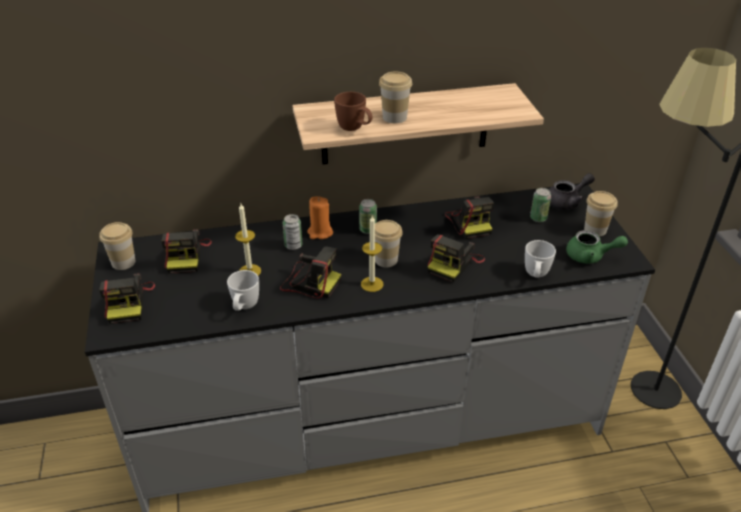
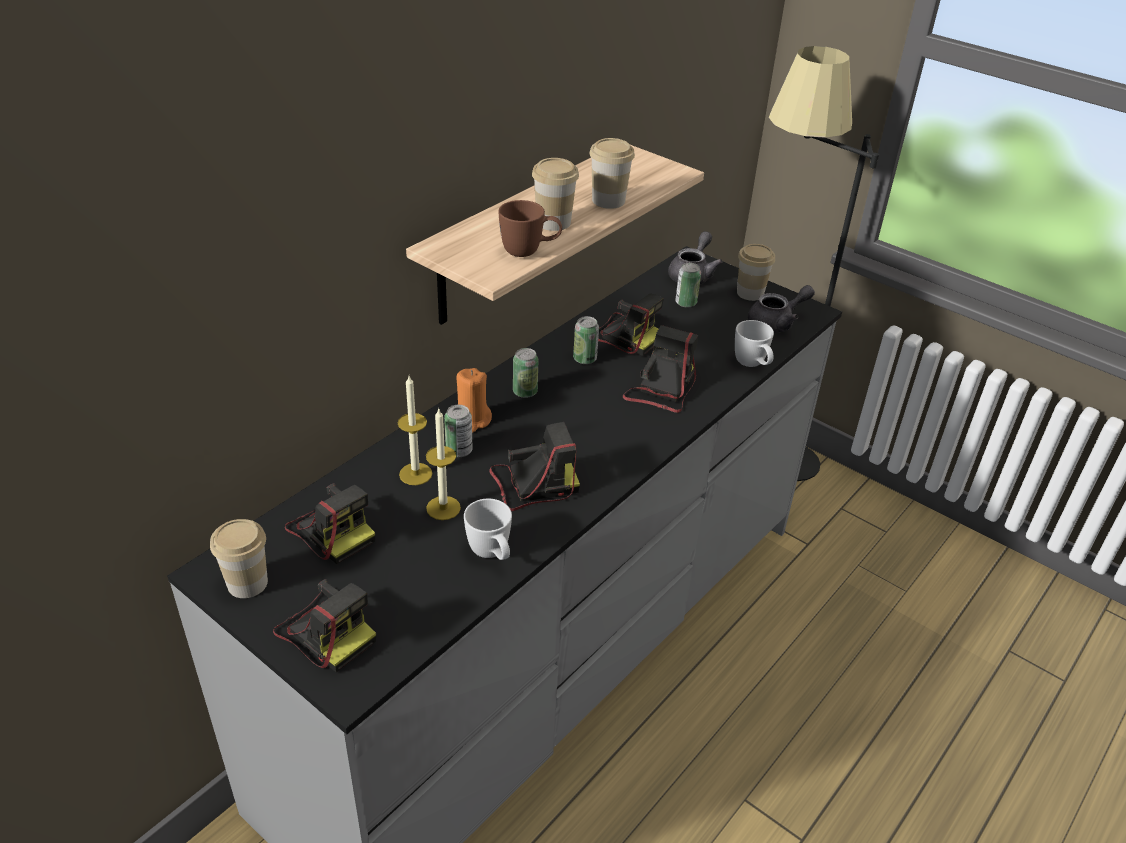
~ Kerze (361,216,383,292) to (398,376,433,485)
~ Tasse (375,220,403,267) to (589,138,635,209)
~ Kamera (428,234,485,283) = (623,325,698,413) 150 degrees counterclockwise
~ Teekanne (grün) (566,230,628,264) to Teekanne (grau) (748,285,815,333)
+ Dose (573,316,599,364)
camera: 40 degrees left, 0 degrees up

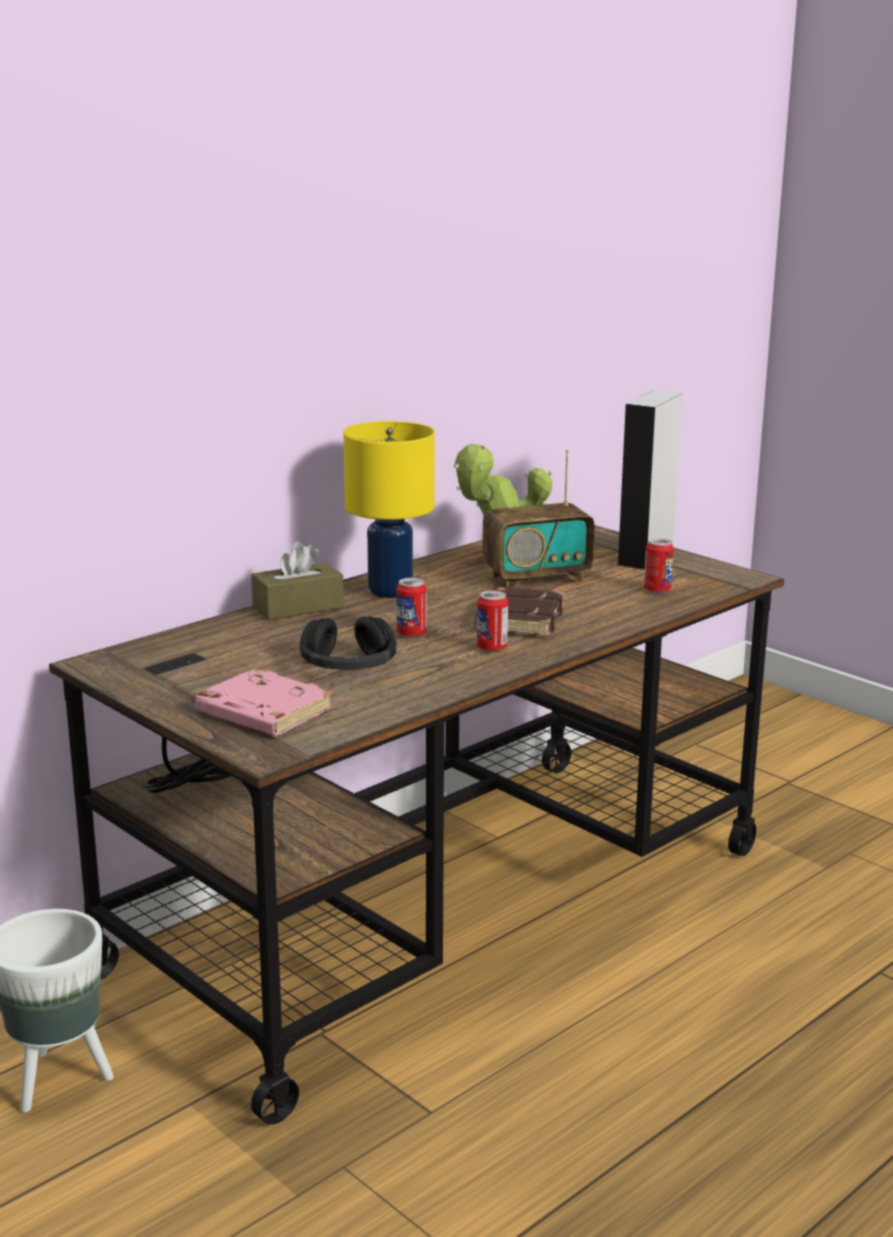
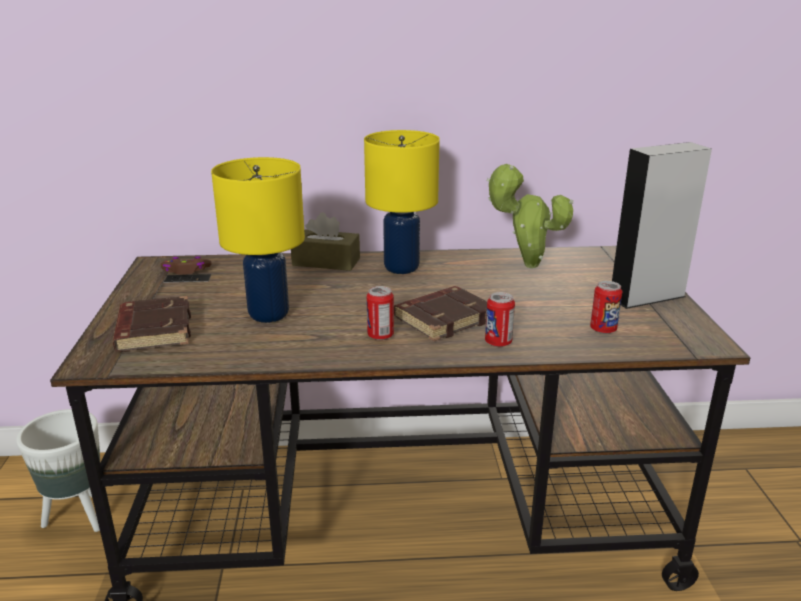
~ Buch (rosa) (195,668,333,736) to Buch (braun) (113,296,191,351)
~ Kopfhörer (schwarz) (300,616,397,670) to Tischlampe (gelb) (211,157,305,323)
~ Dose (397,578,426,638) to (485,292,515,347)
- Radio (482,450,595,587)
+ Gamepad (braun) (161,256,211,275)
camera: 40 degrees right, 5 degrees up

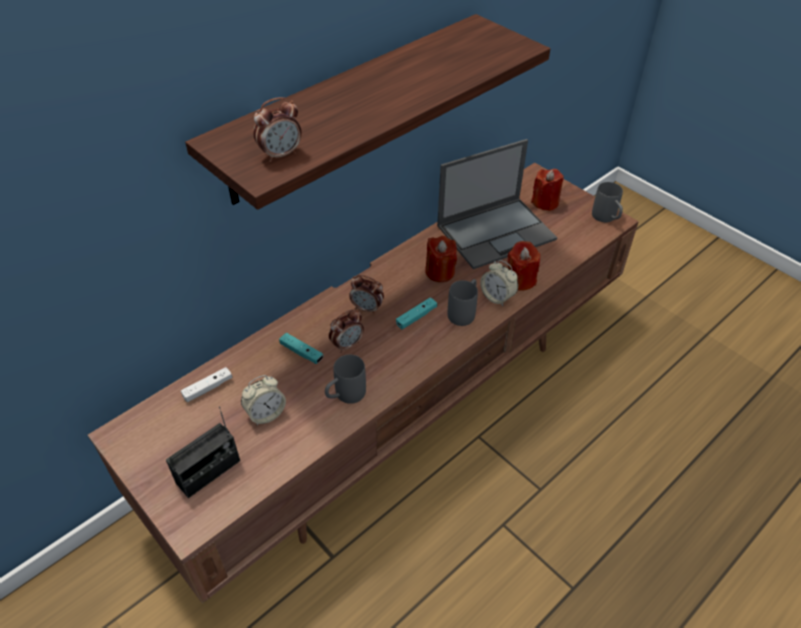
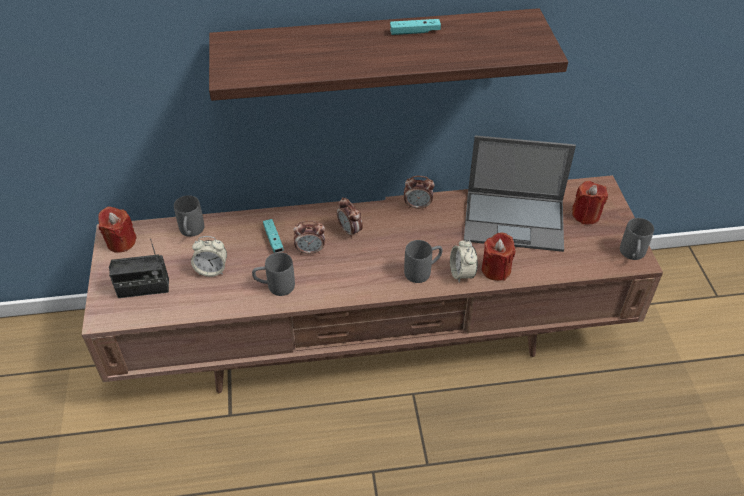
~ Gamepad (weiß) (181,367,232,402) to Henkelbecher (grau) (174,195,204,237)
~ Wecker (253,97,302,162) to (404,176,434,209)
~ Gamepad (türkis) (396,297,437,329) to (390,19,441,35)
~ Kerze (rot) (425,236,457,282) to (98,206,137,253)
camera: 35 degrees right, 0 degrees up

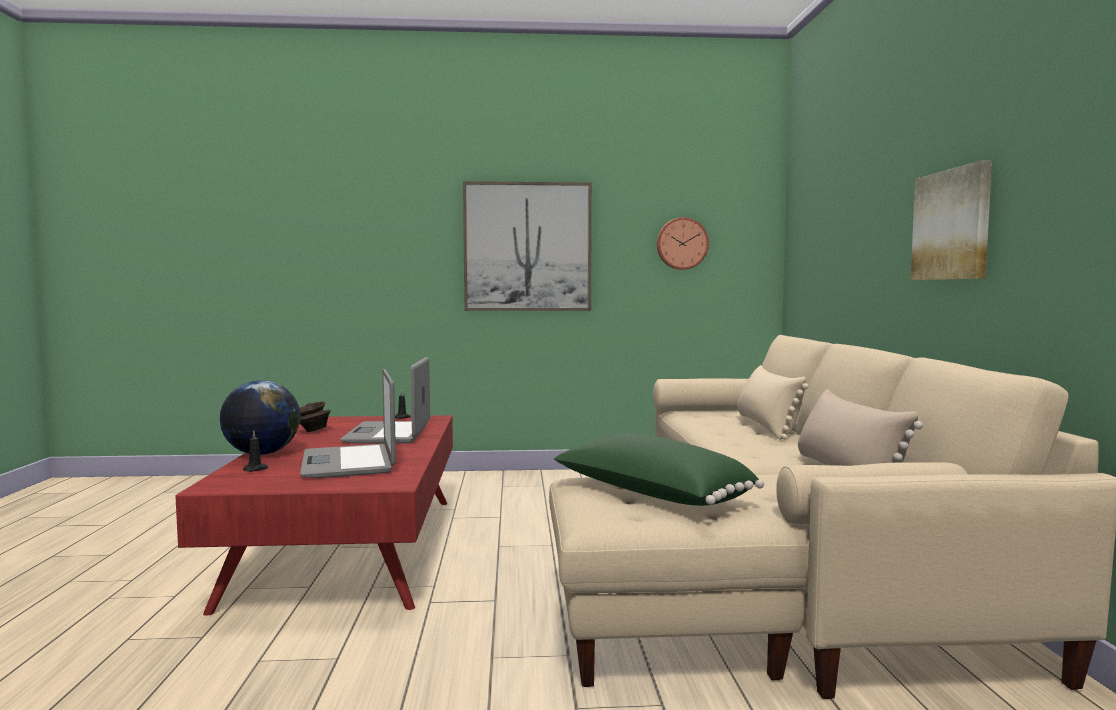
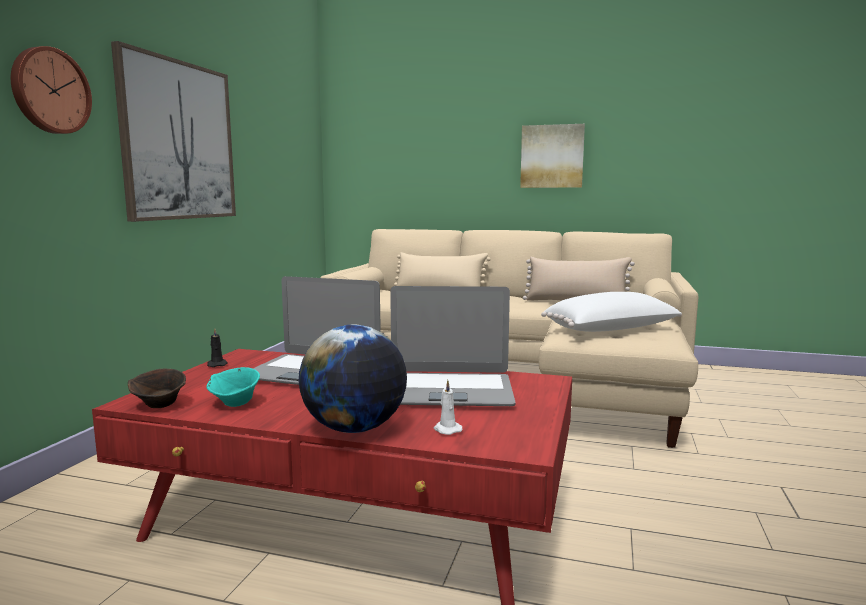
~ Kerze (schwarz) (243,430,268,472) to Kerze (weiß) (434,380,462,435)
~ Schüssel (braun) (300,410,331,432) to Schüssel (türkis) (207,367,260,407)
~ Kissen (grün) (554,433,764,506) to Kissen (weiß) (541,292,682,332)
~ Wanduhr (657,217,709,270) to (11,46,92,134)
camera: 70 degrees left, 5 degrees up

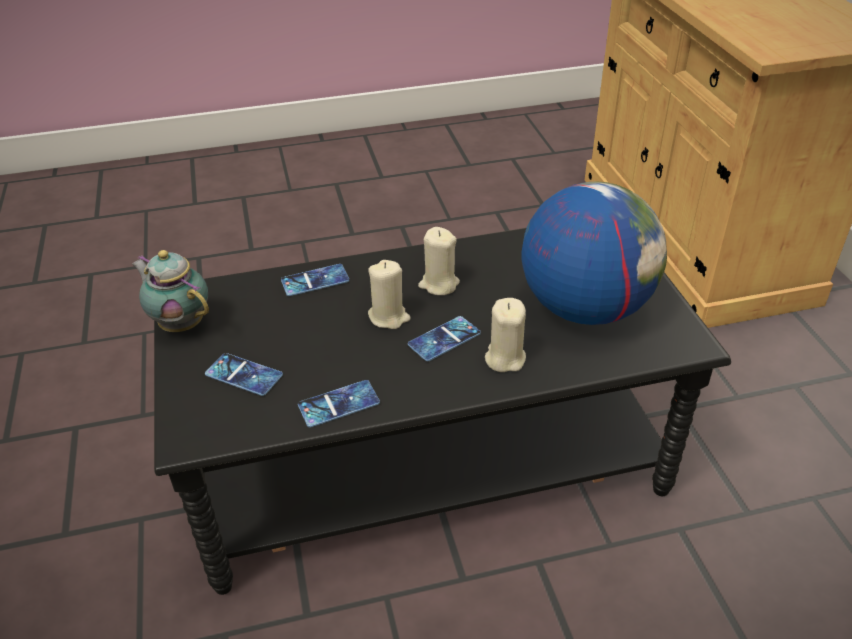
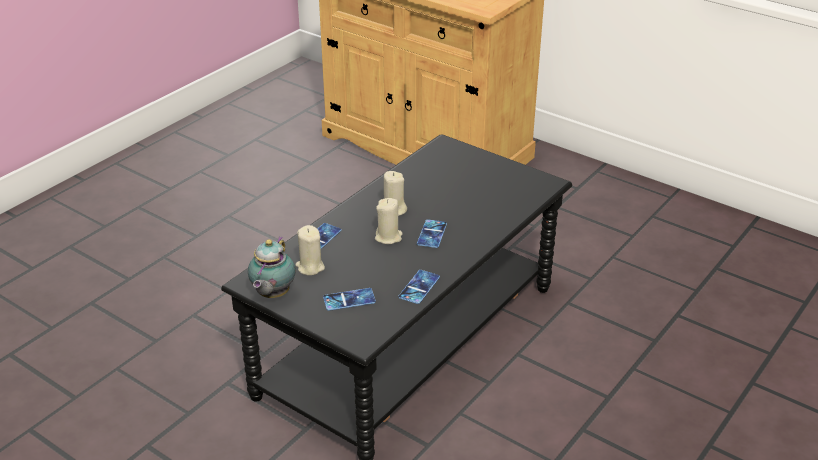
~ Teekanne (132,250,209,332) = (248,237,296,298) 75 degrees counterclockwise
~ Kerze (beige) (485,298,526,372) to (295,225,325,275)
- Globus (521,181,667,325)
camera: 40 degrees left, 5 degrees down

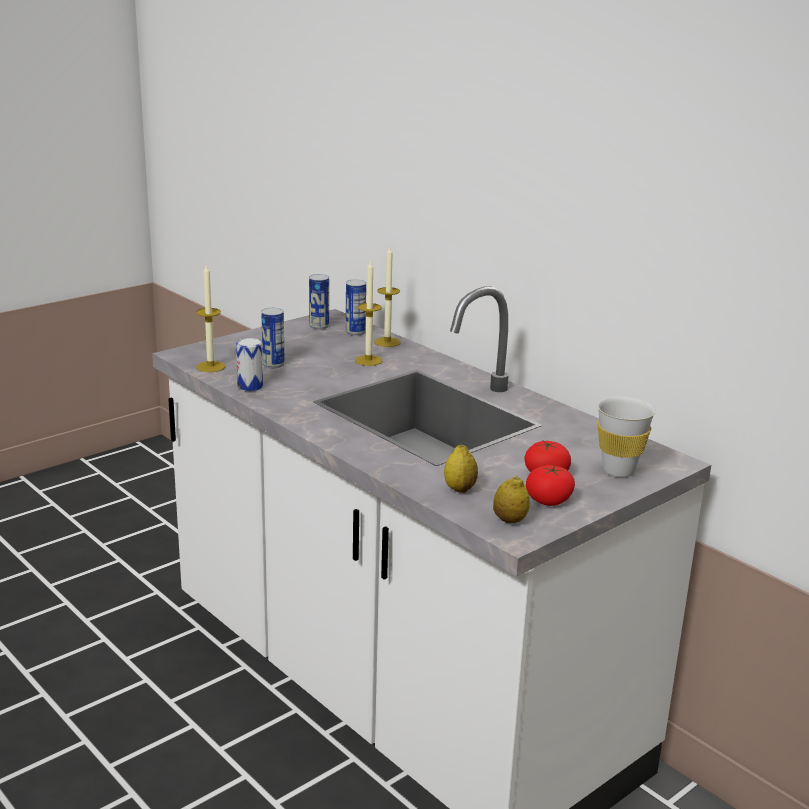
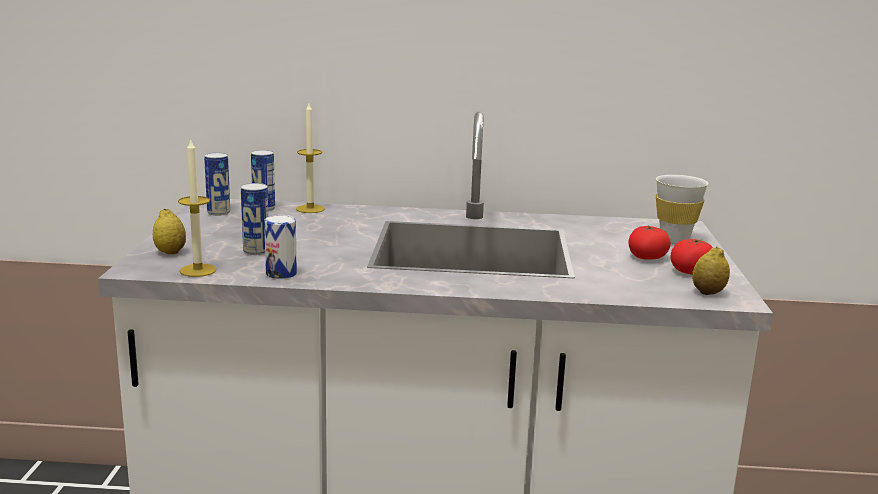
- Kerze (355,260,383,366)
~ Zitrone (444,445,478,493) to (153,209,186,254)
camera: 45 degrees left, 5 degrees down

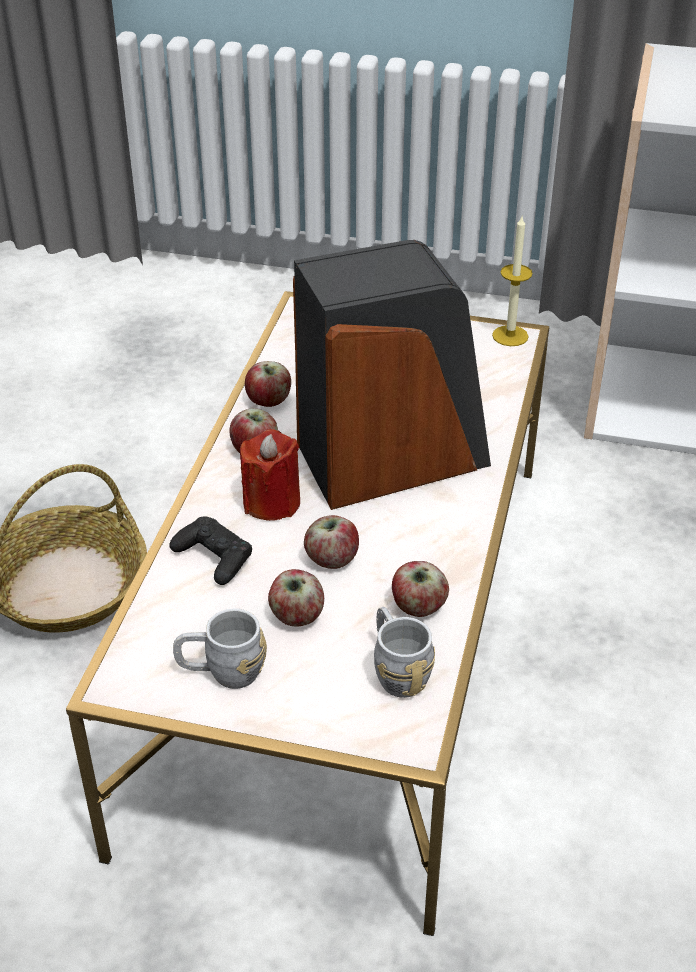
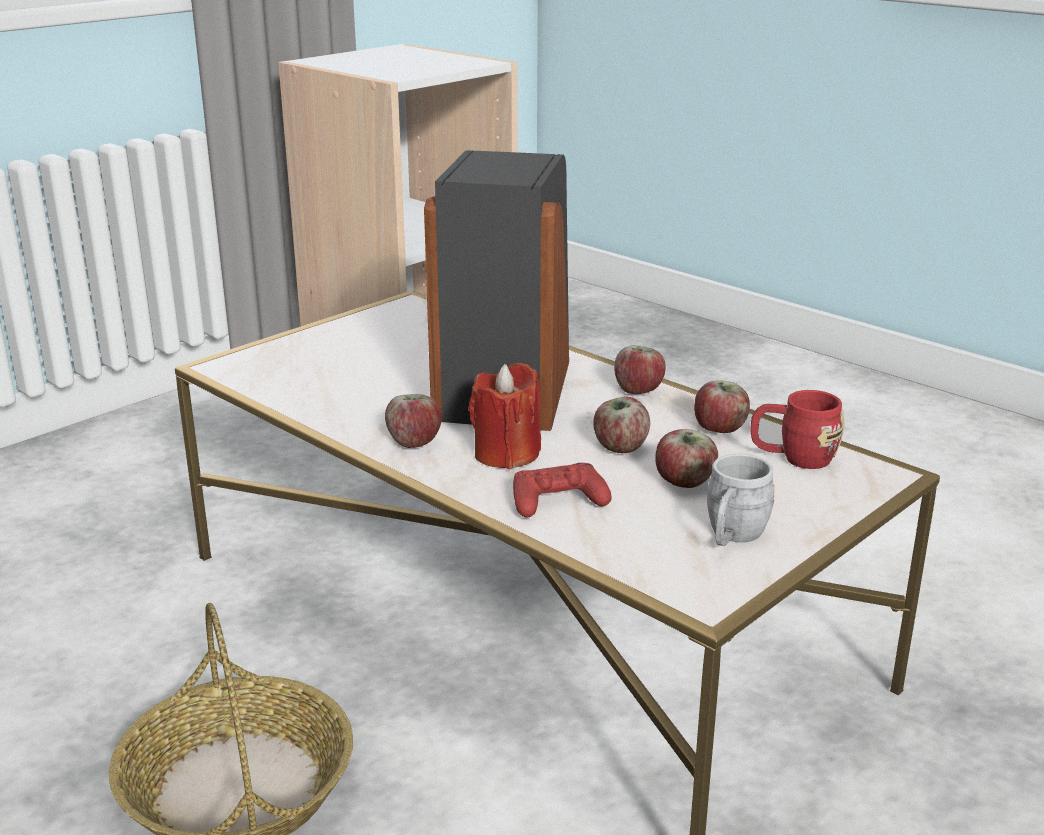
~ Gamepad (schwarz) (169,516,252,585) to Gamepad (rot) (513,463,611,518)
~ Apfel (245,361,291,407) to (614,345,666,394)
~ Henkelbecher (grau) (374,607,435,698) to Henkelbecher (rot) (750,390,845,469)
- Kerze (492,216,533,346)
camera: 60 degrees left, 15 degrees down

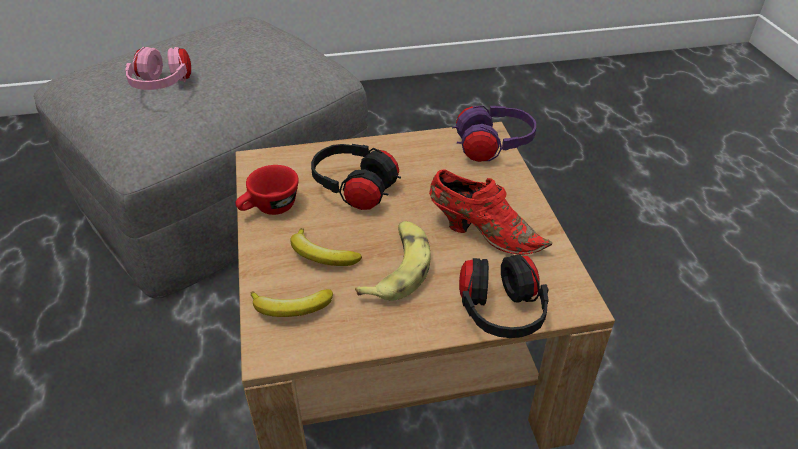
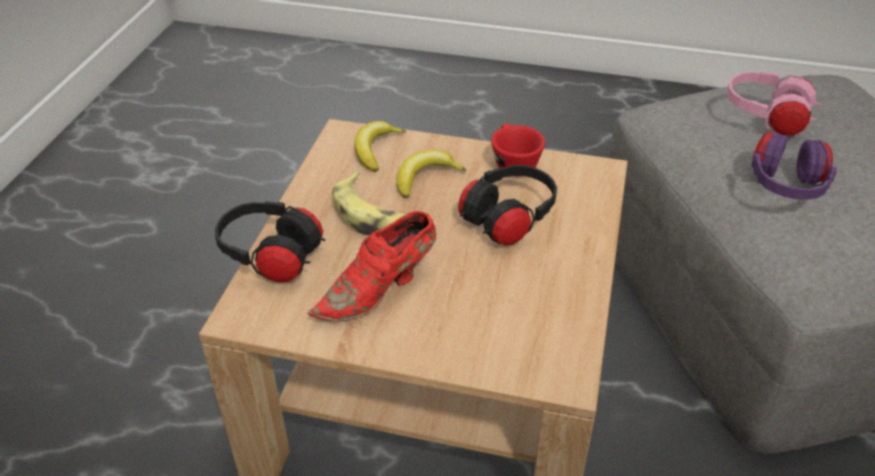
~ Kopfhörer (lila) (452,106,536,162) to (751,132,837,200)
camera: 115 degrees right, 0 degrees up

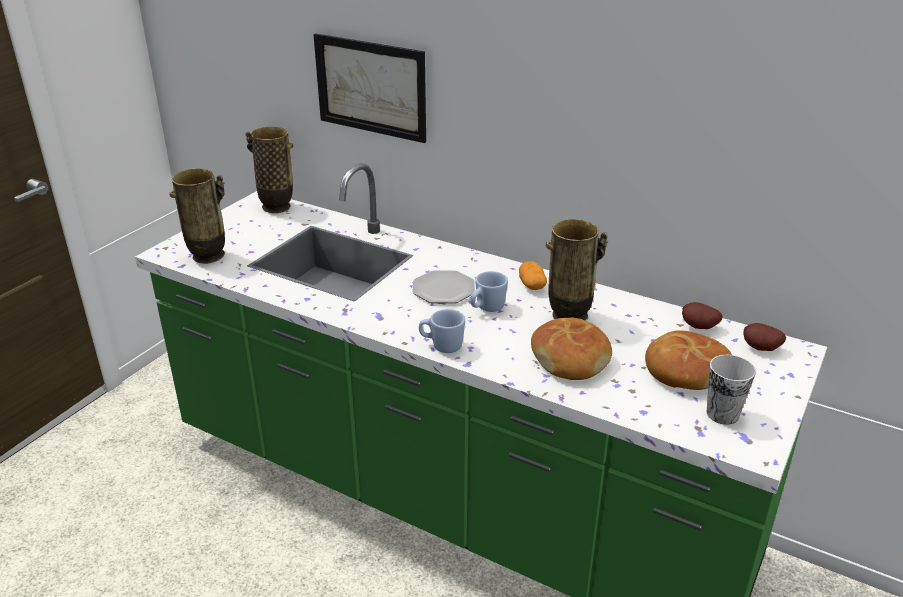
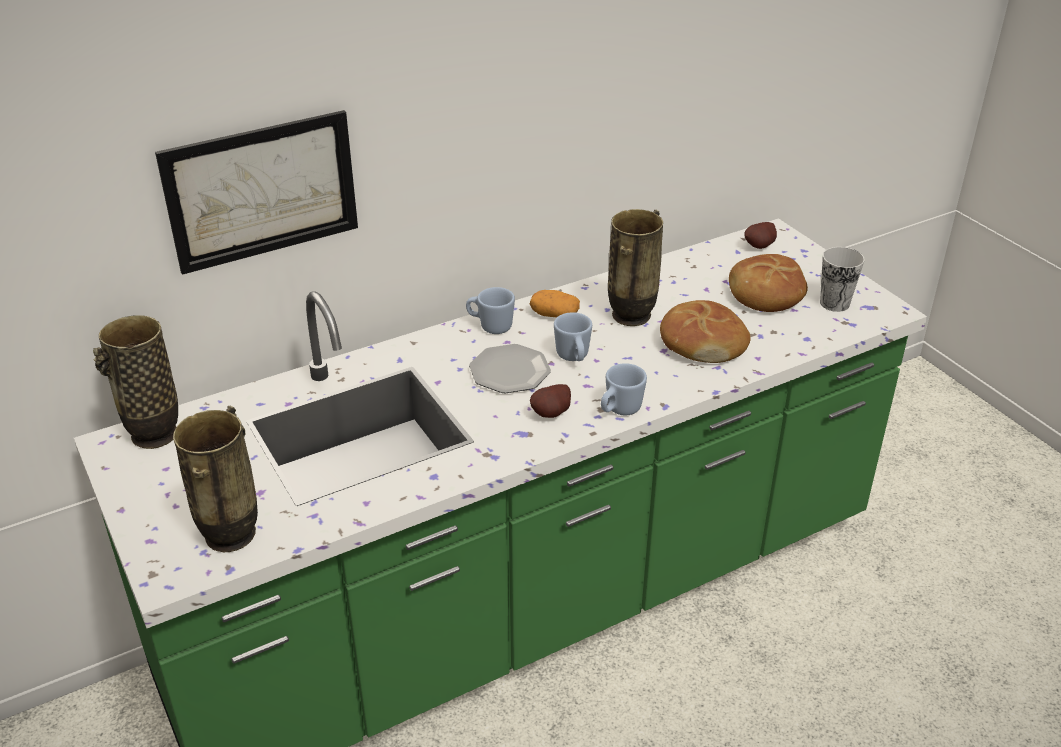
~ Kartoffel (682,302,723,329) to (530,384,571,418)
+ Henkelbecher (blau) (466,287,515,334)
camera: 60 degrees left, 5 degrees up

